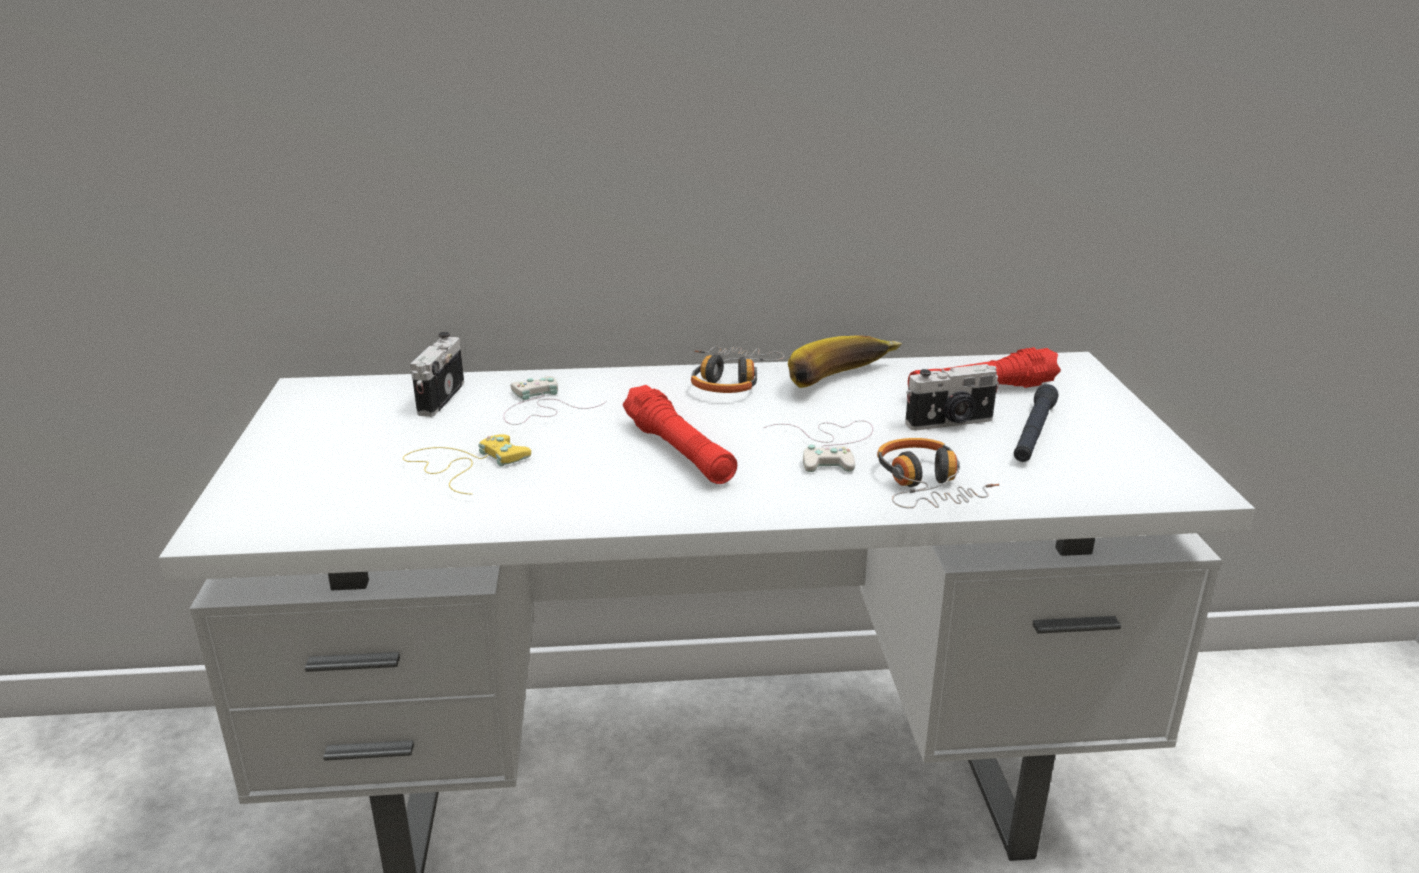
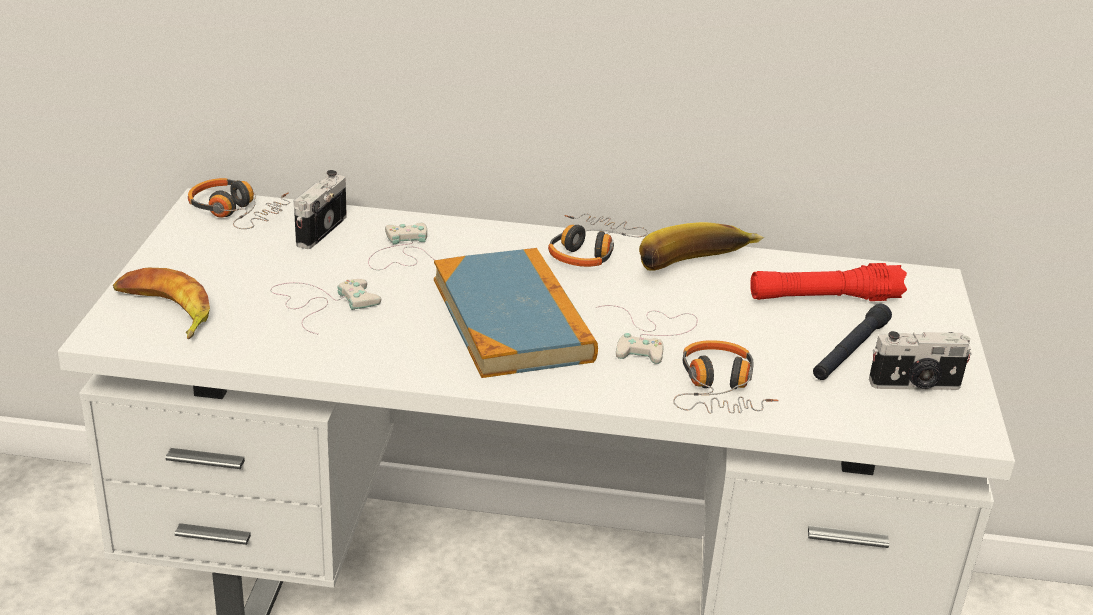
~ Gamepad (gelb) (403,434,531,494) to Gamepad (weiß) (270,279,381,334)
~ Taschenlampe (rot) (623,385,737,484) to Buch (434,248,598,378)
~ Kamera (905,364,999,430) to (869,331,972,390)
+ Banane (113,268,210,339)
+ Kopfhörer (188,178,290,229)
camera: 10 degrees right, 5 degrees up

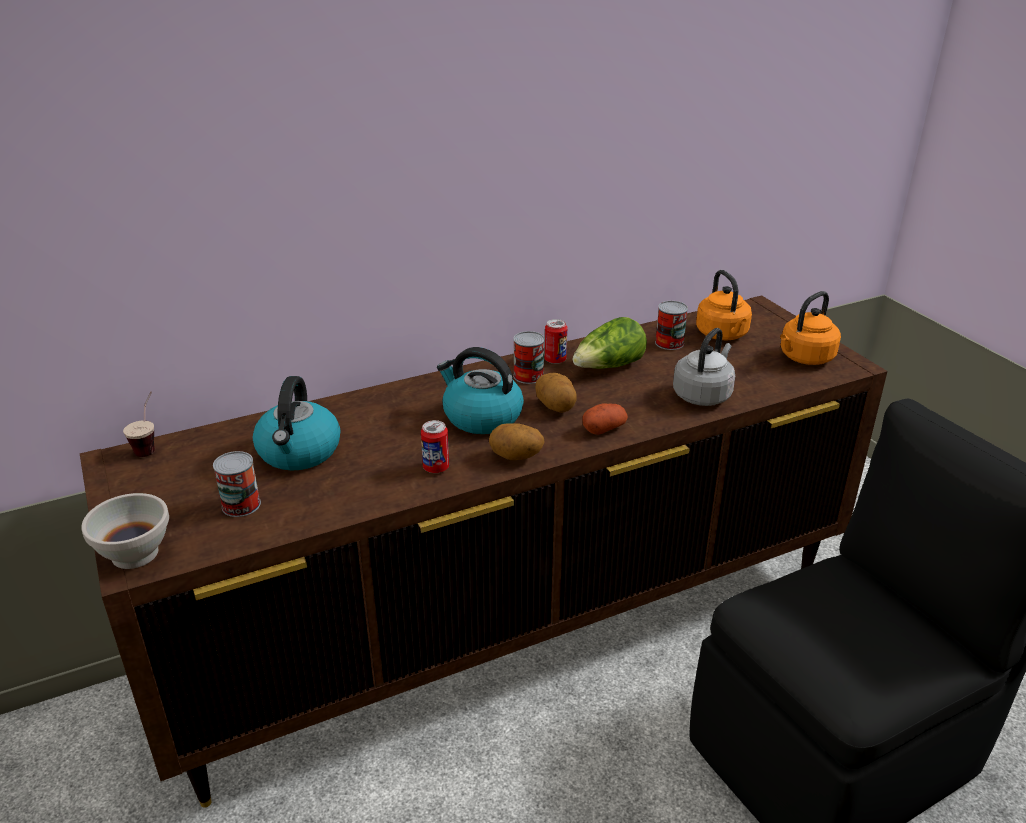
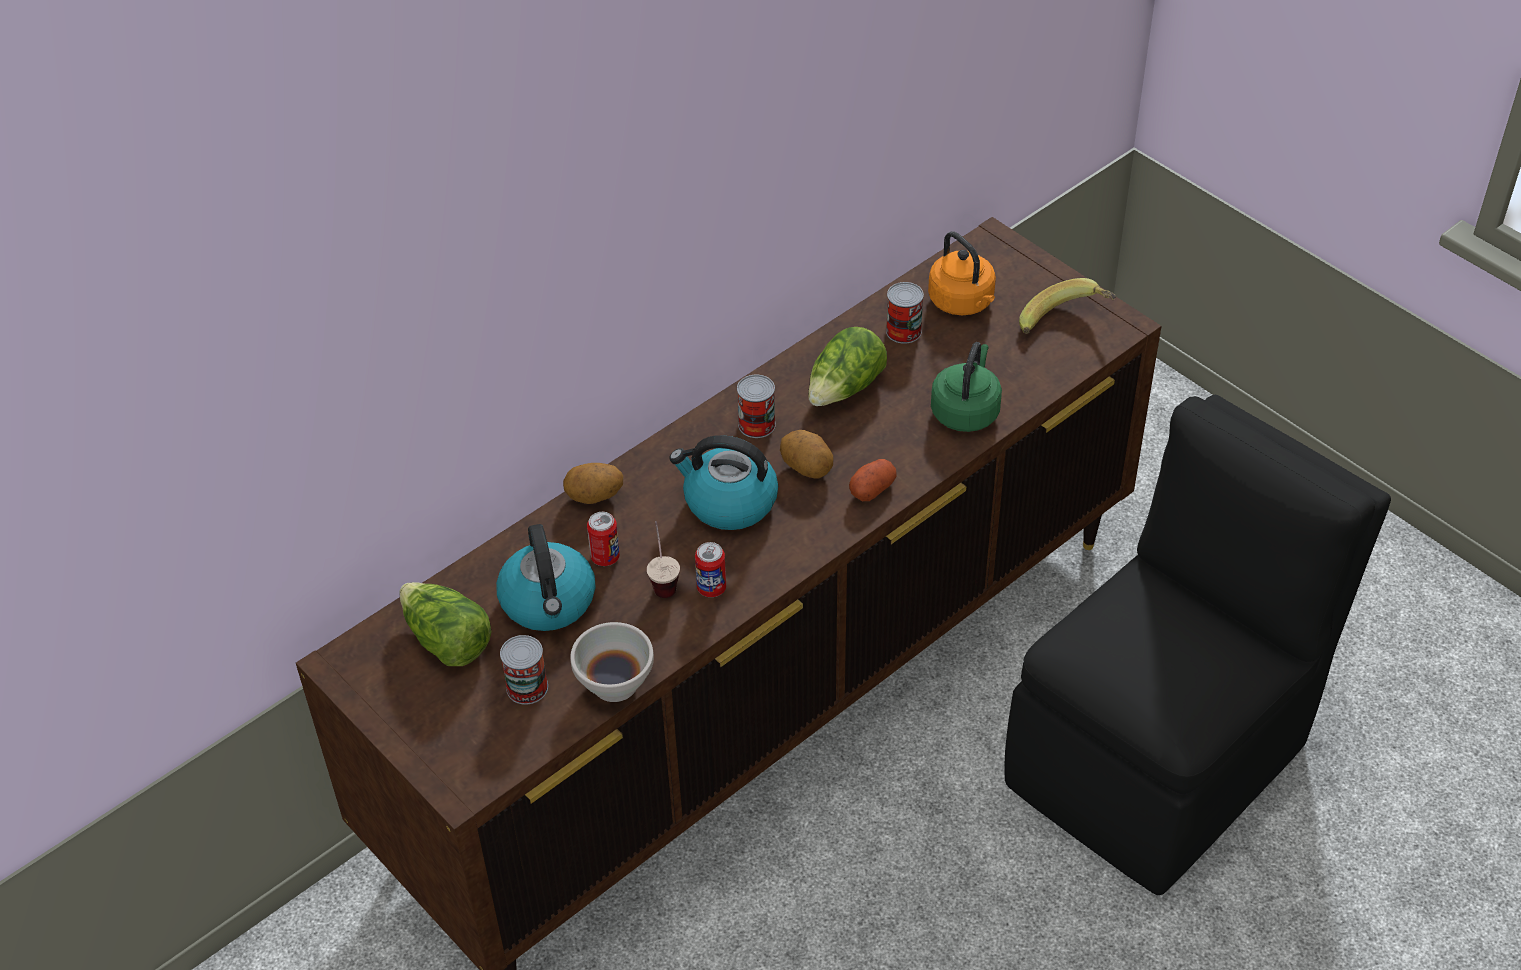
~ Schüssel (weiß) (81,493,169,569) to (570,622,654,702)
~ Tasse (123,391,155,457) to (647,521,680,598)
~ Kartoffel (489,423,545,460) to (563,463,623,504)
~ Dose (544,319,567,364) to (587,512,620,566)
~ Wasserkessel (grau) (673,328,735,406) to Wasserkessel (grün) (931,342,1002,432)
~ Wasserkessel (orange) (780,291,841,365) to Banane (1019,278,1117,334)
+ Salatkopf (400,582,492,666)
camera: 15 degrees left, 15 degrees up

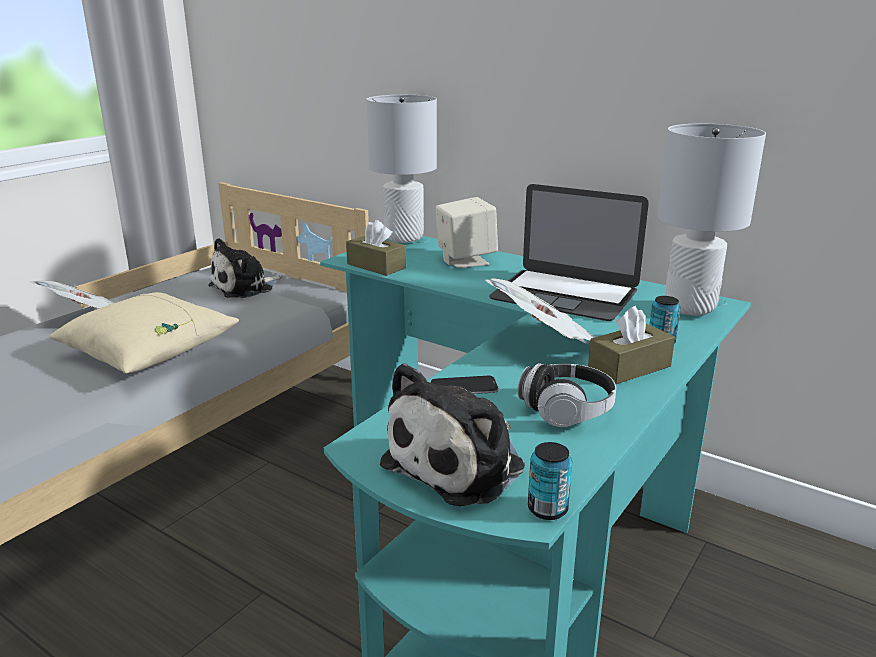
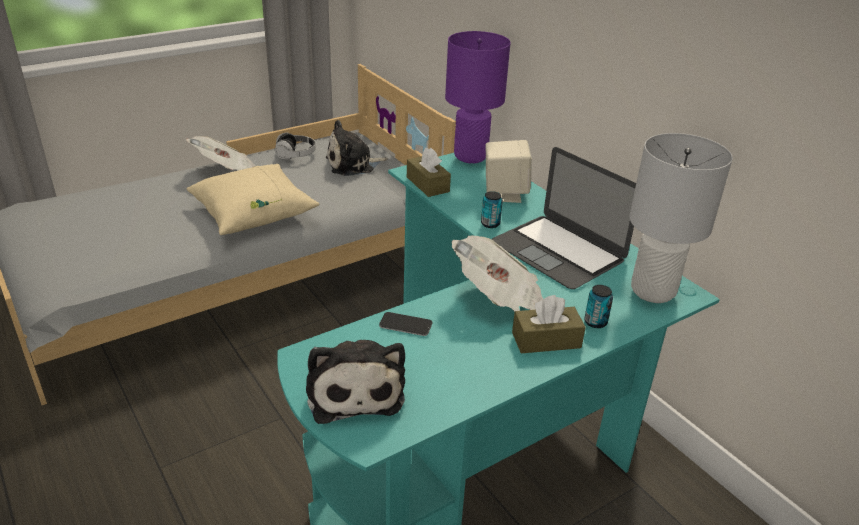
~ Tischlampe (grau) (366,95,437,243) to Tischlampe (lila) (445,31,511,163)
~ Plüschtier (380,363,525,507) = (306,340,405,424) 75 degrees counterclockwise
~ Kopfhörer (518,363,616,427) to (274,133,316,160)
~ Dose (528,442,572,520) to (481,191,503,228)
camera: 20 degrees right, 10 degrees up

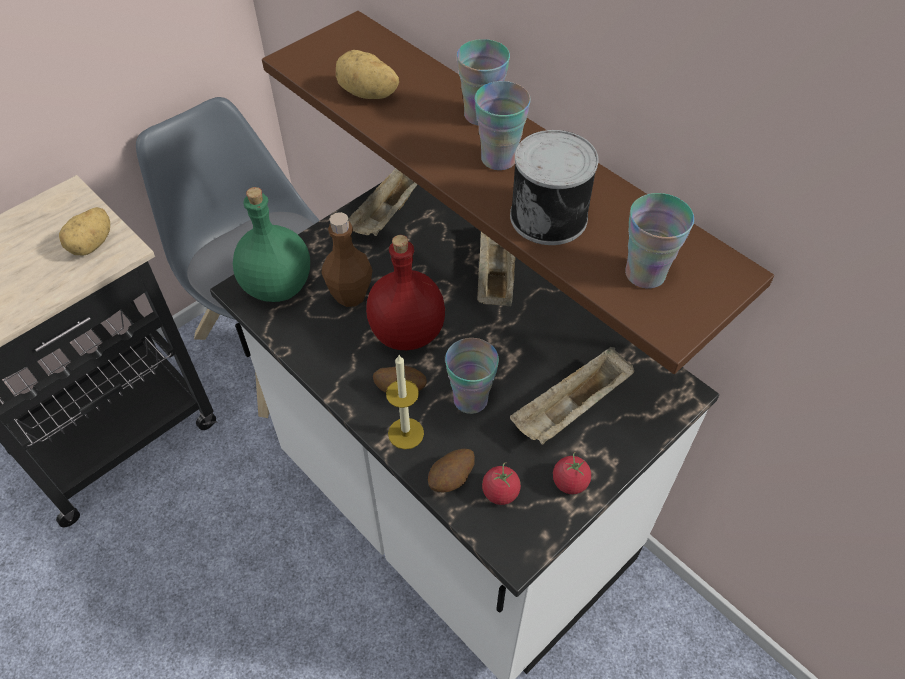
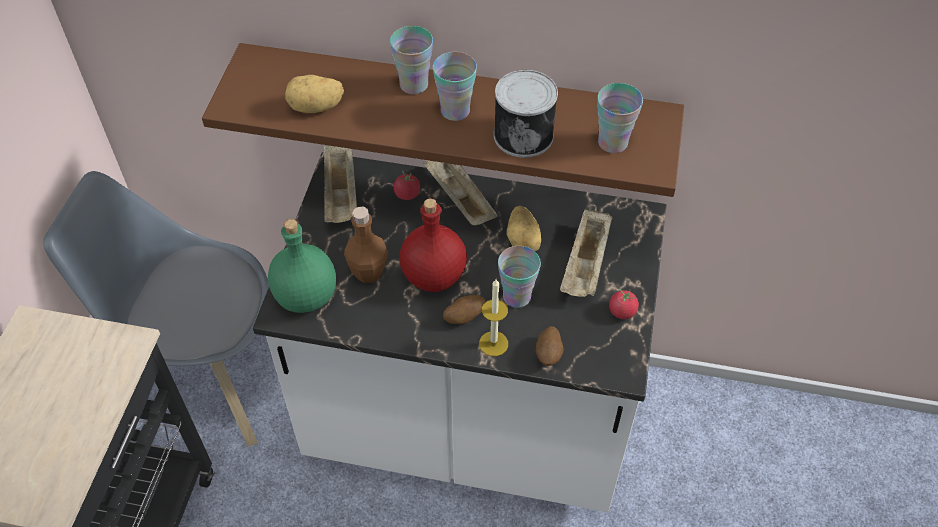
~ Kartoffel (59,207,110,255) to (507,206,541,251)
~ Tomate (482,462,521,505) to (394,170,420,200)
camera: 35 degrees left, 0 degrees up

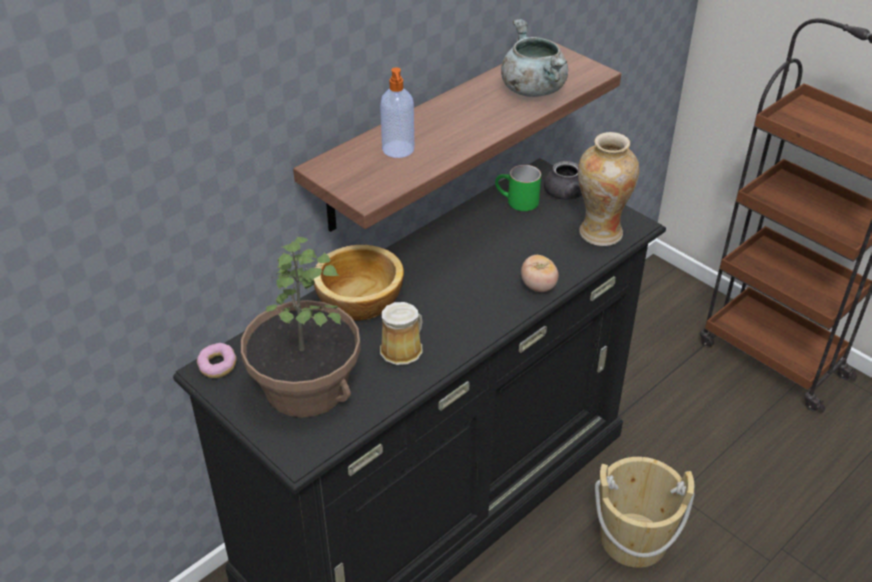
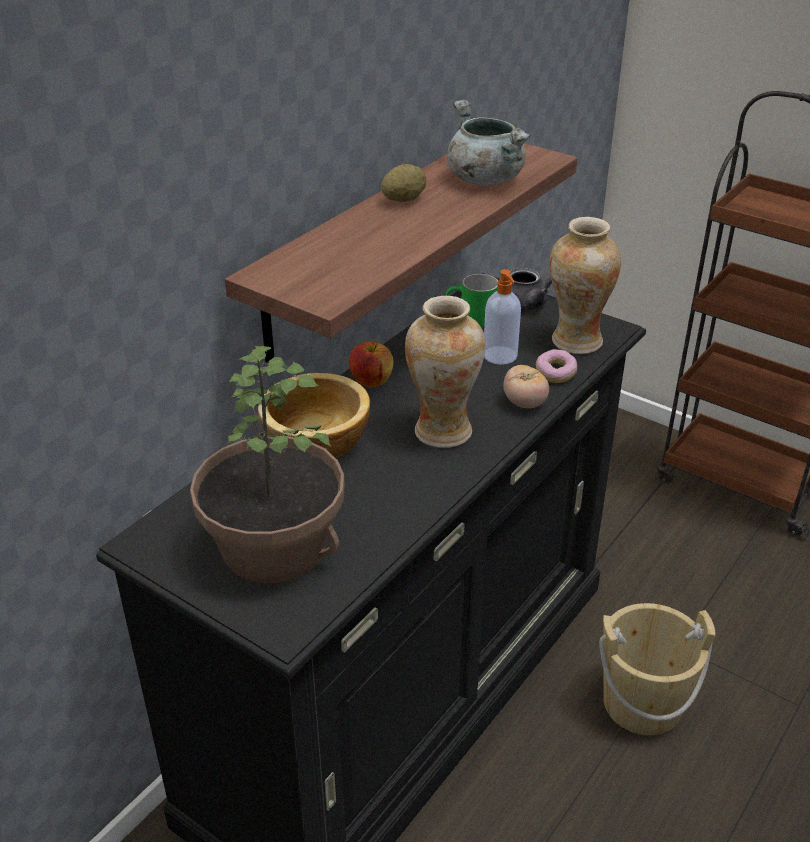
~ Donut (197,343,237,378) to (536,349,577,383)
~ Seifenspender (380,67,414,158) to (484,269,521,365)
- Henkelbecher (380,302,423,365)
+ Apfel (349,341,394,387)
+ Kartoffel (381,164,427,202)
+ Vase (405,296,486,448)
camera: 10 degrees left, 5 degrees down

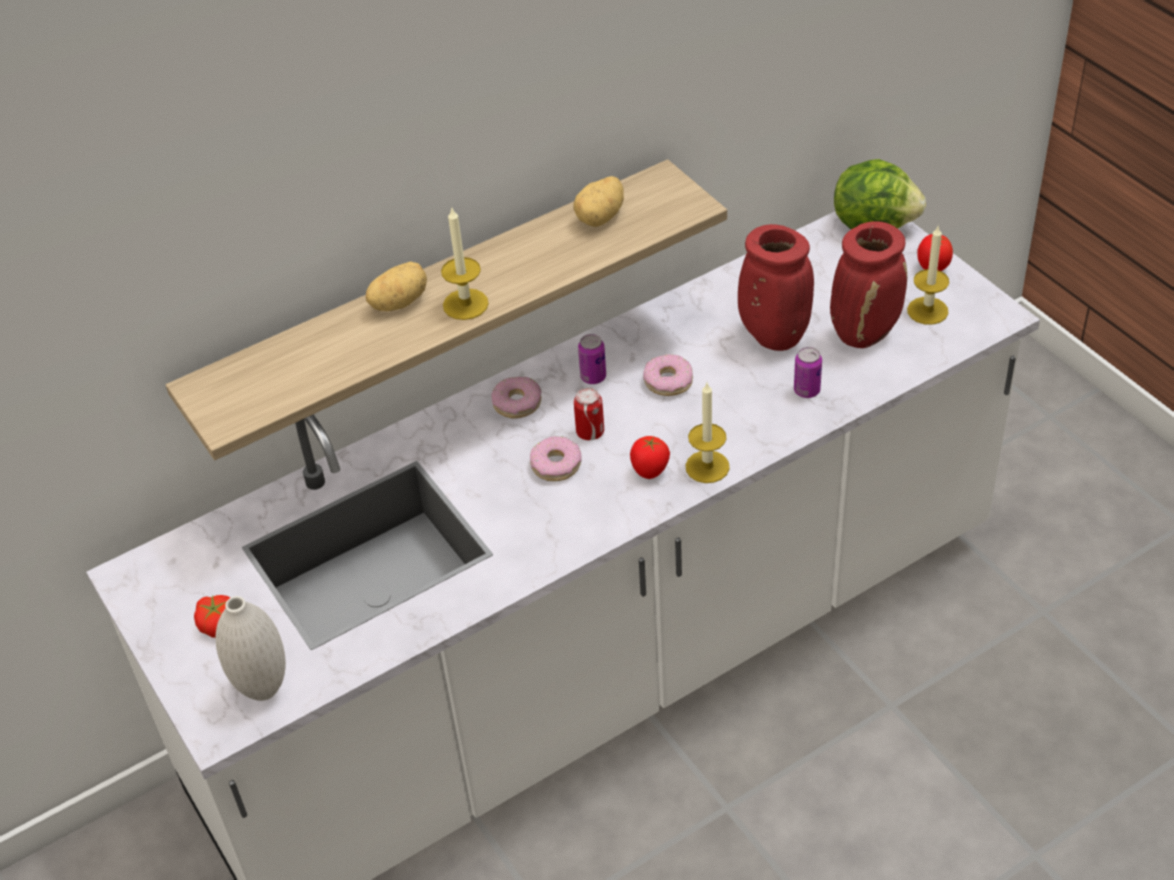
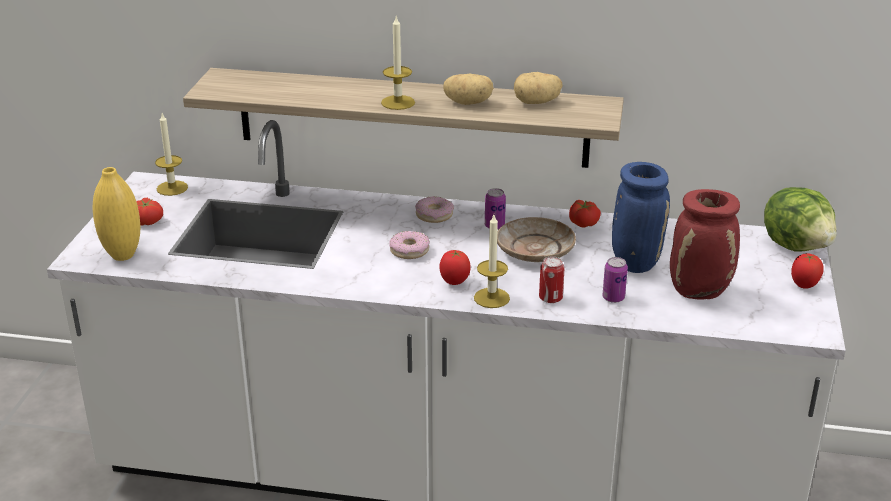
~ Vase (weiß) (215,596,286,701) to Vase (gelb) (93,167,140,261)
~ Kartoffel (366,261,427,311) to (443,74,493,105)
~ Dose (574,387,604,440) to (539,256,565,303)
~ Donut (643,354,693,396) to Teller (beige) (497,217,576,262)
~ Vase (rot) (738,224,814,351) to Vase (blau) (612,162,670,273)
~ Kerze (907,226,949,325) to (155,113,188,196)
+ Tomate (569,200,601,228)
camera: 40 degrees right, 15 degrees down

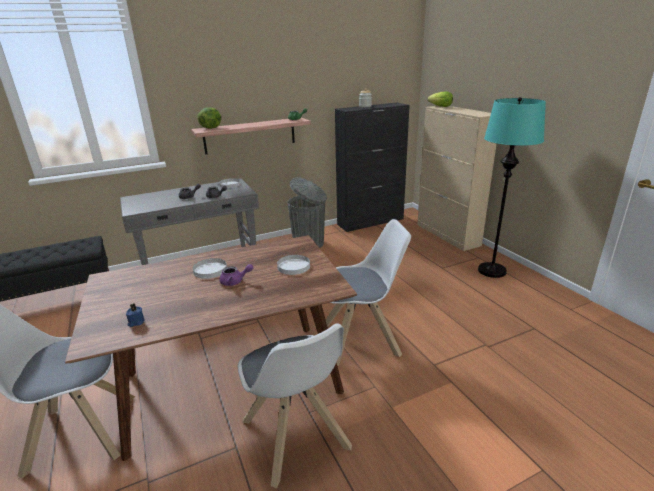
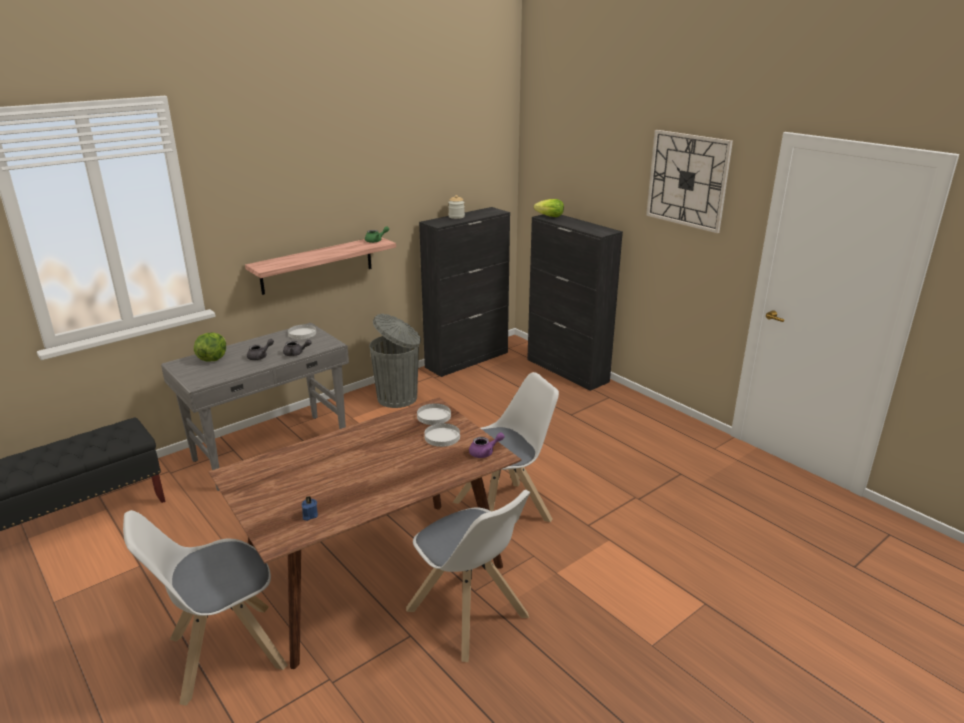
~ Teller (weiß) (193,258,227,279) to (417,403,451,425)
~ Salatkopf (198,107,222,129) to (194,333,226,361)
~ Teekanne (lila) (219,264,253,286) to (469,432,505,458)
~ Schrank (beige) (417,106,497,251) to Schrank (schwarz) (527,214,623,391)
- Stehlampe (türkis) (478,97,546,278)
+ Wanduhr (646,130,733,233)
camera: 15 degrees left, 0 degrees up

